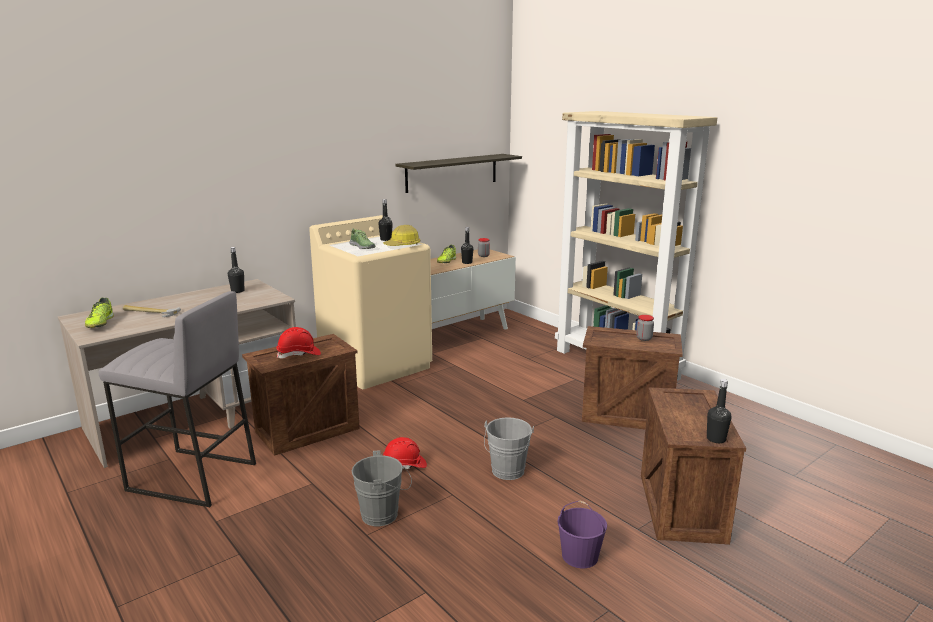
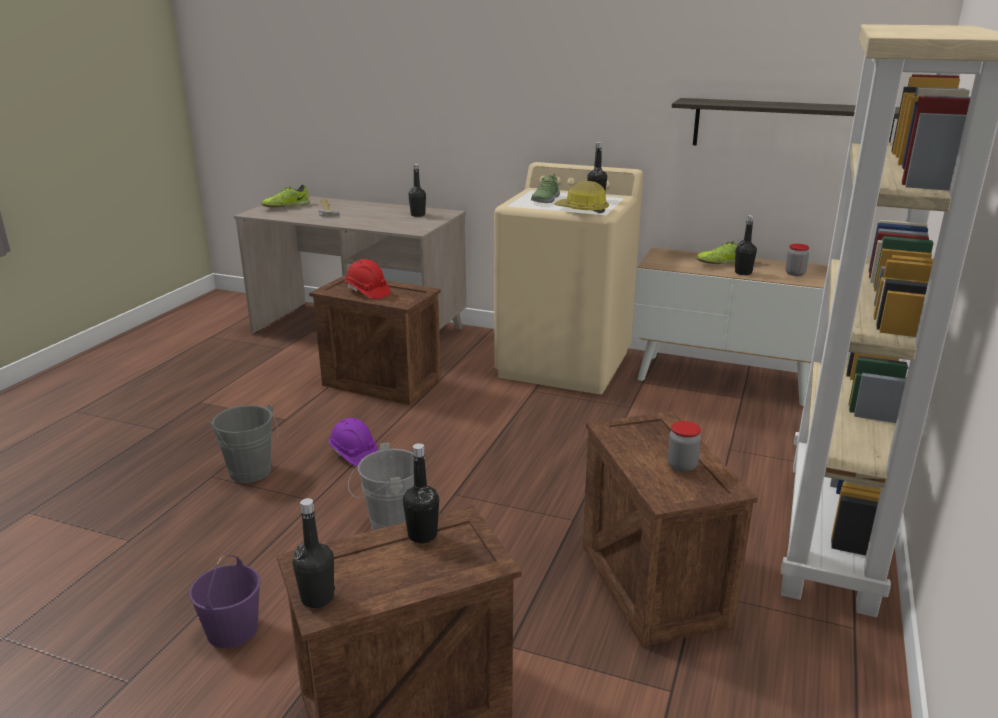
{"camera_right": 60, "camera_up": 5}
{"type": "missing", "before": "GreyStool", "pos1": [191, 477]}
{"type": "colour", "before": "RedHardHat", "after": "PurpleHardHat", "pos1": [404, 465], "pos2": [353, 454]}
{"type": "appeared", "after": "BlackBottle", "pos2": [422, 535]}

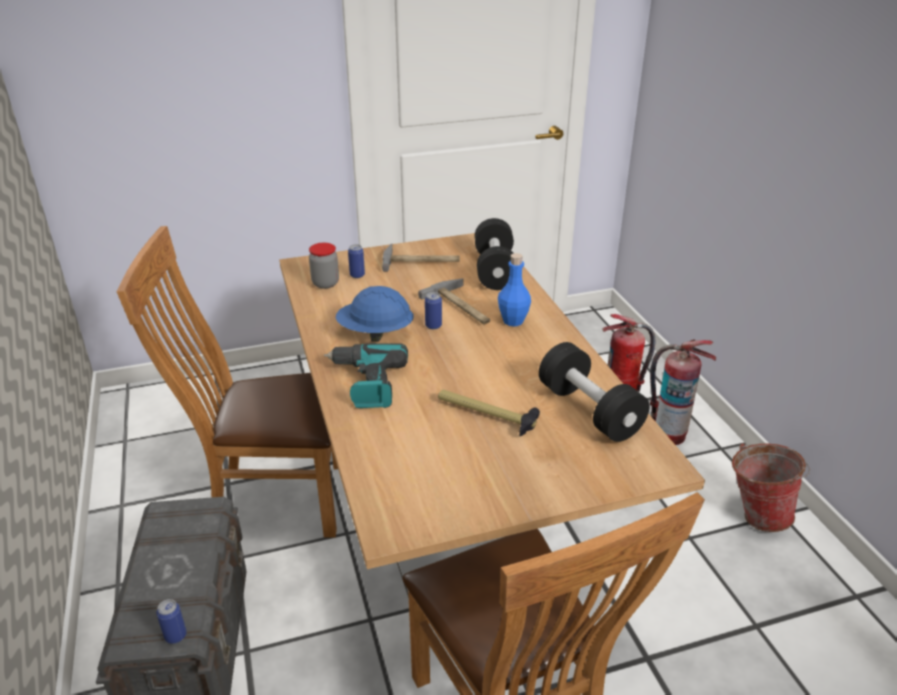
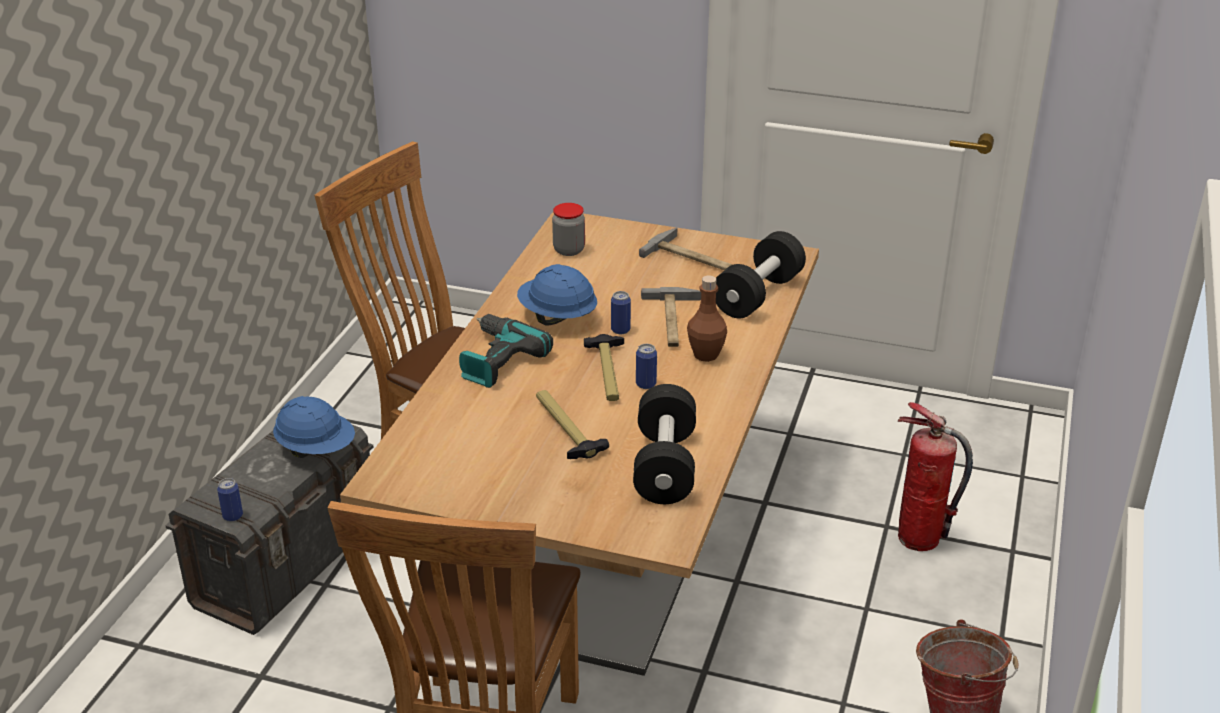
{"camera_right": 35, "camera_up": 0}
{"type": "relocated", "before": "Can", "pos1": [357, 275], "pos2": [646, 384]}
{"type": "colour", "before": "BlueBottle", "after": "BrownBottle", "pos1": [513, 321], "pos2": [705, 354]}
{"type": "missing", "before": "FireExtinguisher", "pos1": [669, 434]}
{"type": "appeared", "after": "Hammer", "pos2": [608, 373]}
{"type": "appeared", "after": "BlueHardHat", "pos2": [316, 449]}

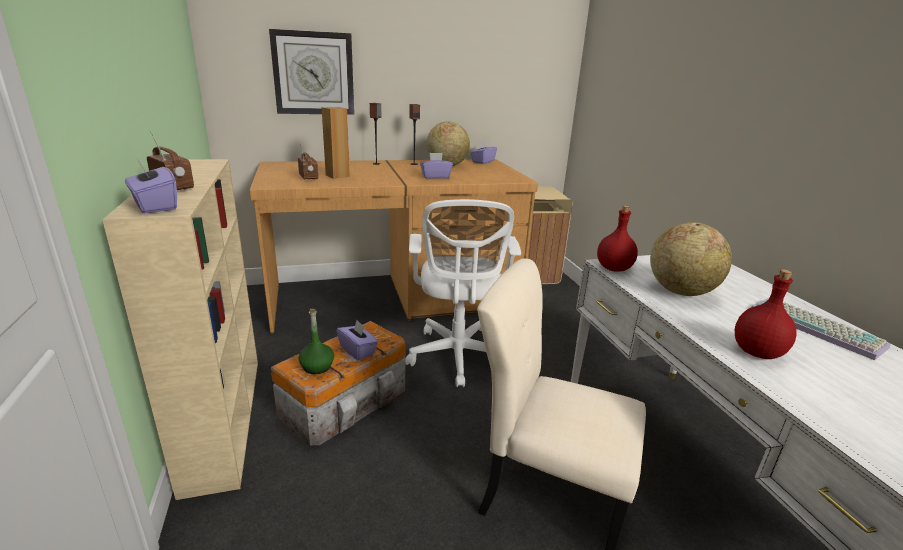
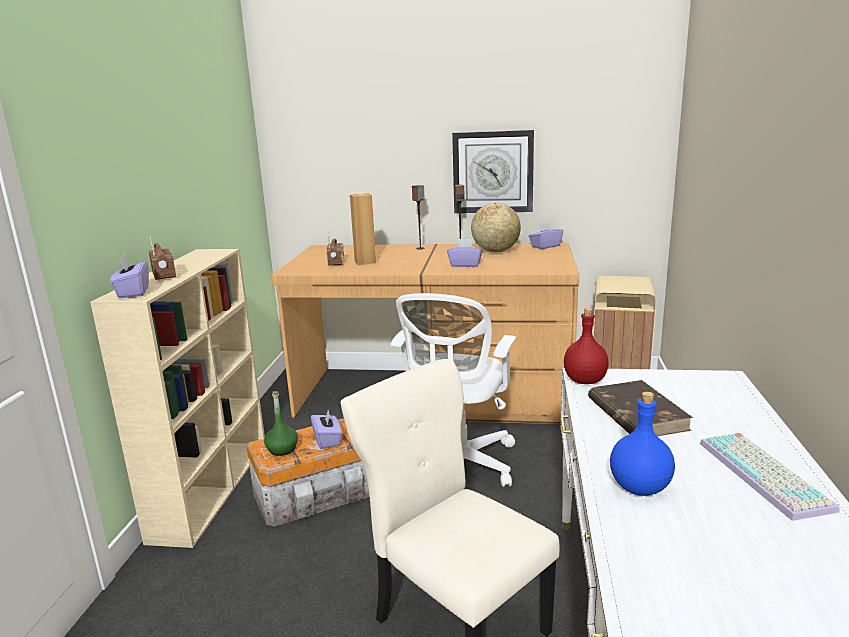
{"camera_right": 25, "camera_up": -5}
{"type": "relocated", "before": "WallClock", "pos1": [313, 73], "pos2": [493, 172]}
{"type": "exchanged", "before": "Globe", "after": "BrownBook", "pos1": [681, 291], "pos2": [636, 414]}
{"type": "colour", "before": "RedBottle", "after": "BlueBottle", "pos1": [757, 352], "pos2": [641, 487]}

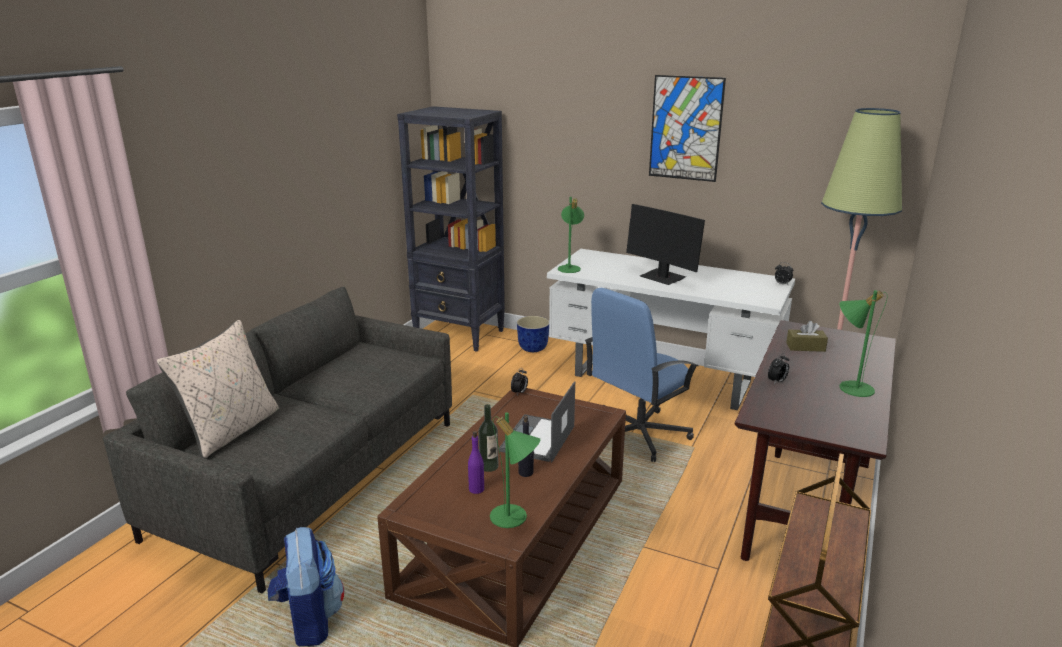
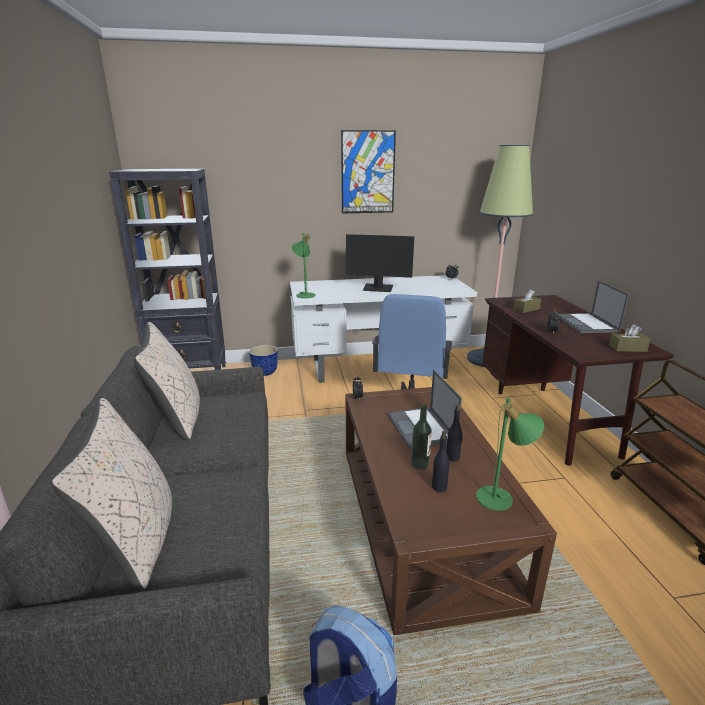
{"camera_right": -35, "camera_up": 0}
{"type": "exchanged", "before": "GreenTableLamp", "after": "Laptop", "pos1": [850, 386], "pos2": [587, 324]}
{"type": "colour", "before": "PurpleBottle", "after": "BlackBottle", "pos1": [476, 489], "pos2": [439, 487]}
{"type": "appeared", "after": "BeigePillow", "pos2": [177, 418]}
{"type": "appeared", "after": "BrownTissueBox", "pos2": [627, 348]}

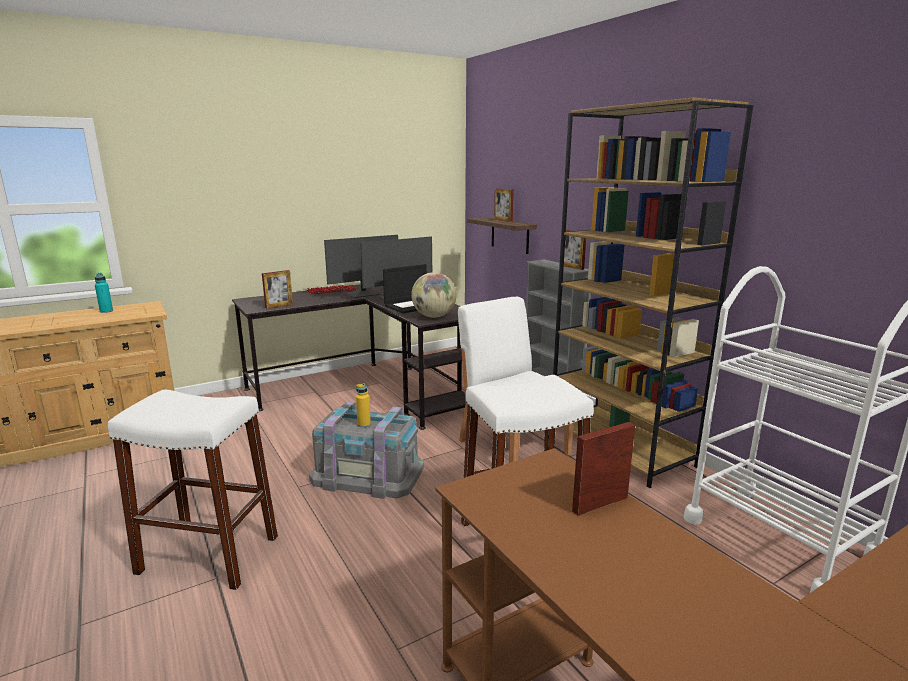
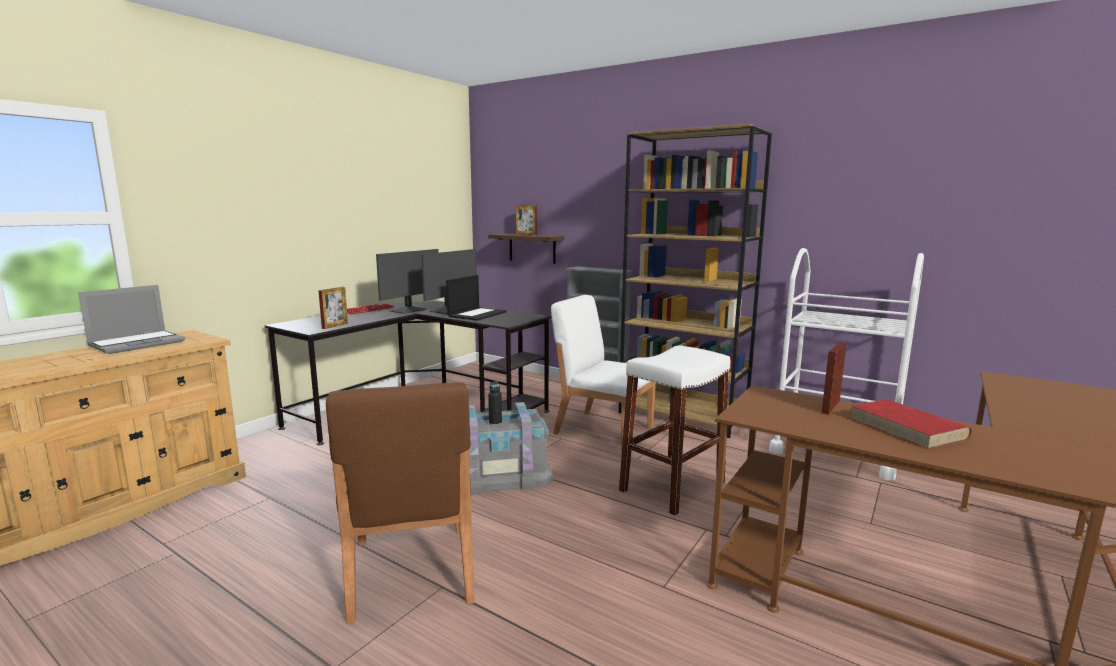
{"camera_right": -25, "camera_up": -5}
{"type": "missing", "before": "PictureFrame", "pos1": [571, 267]}
{"type": "missing", "before": "Globe", "pos1": [434, 316]}
{"type": "exchanged", "before": "TurquoiseBottle", "after": "Laptop", "pos1": [106, 311], "pos2": [138, 343]}
{"type": "colour", "before": "YellowBottle", "after": "BlackBottle", "pos1": [364, 424], "pos2": [495, 423]}
{"type": "exchanged", "before": "WhiteStool", "after": "BrownChair", "pos1": [208, 554], "pos2": [410, 572]}
{"type": "appeared", "after": "RedBook", "pos2": [907, 428]}

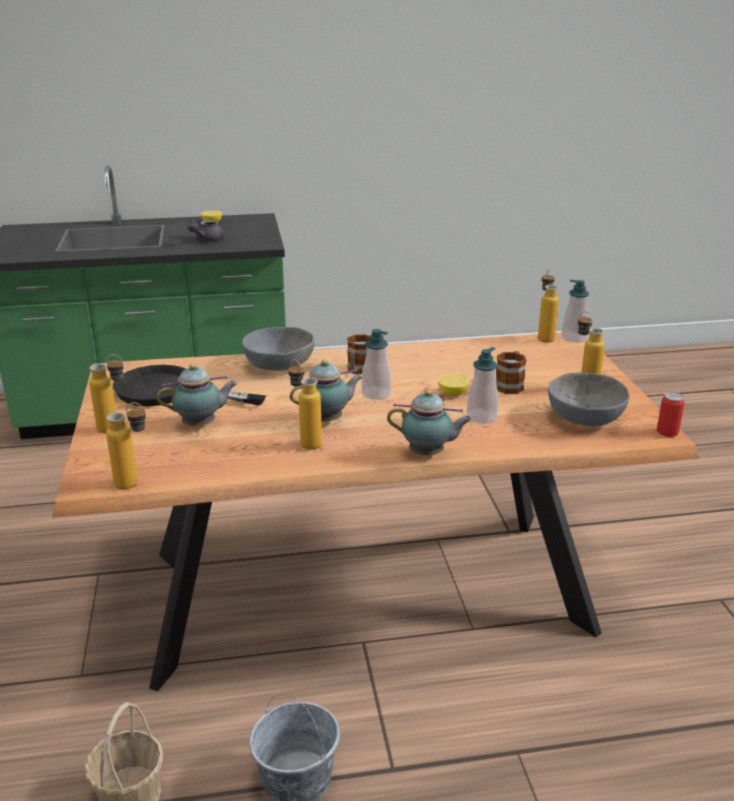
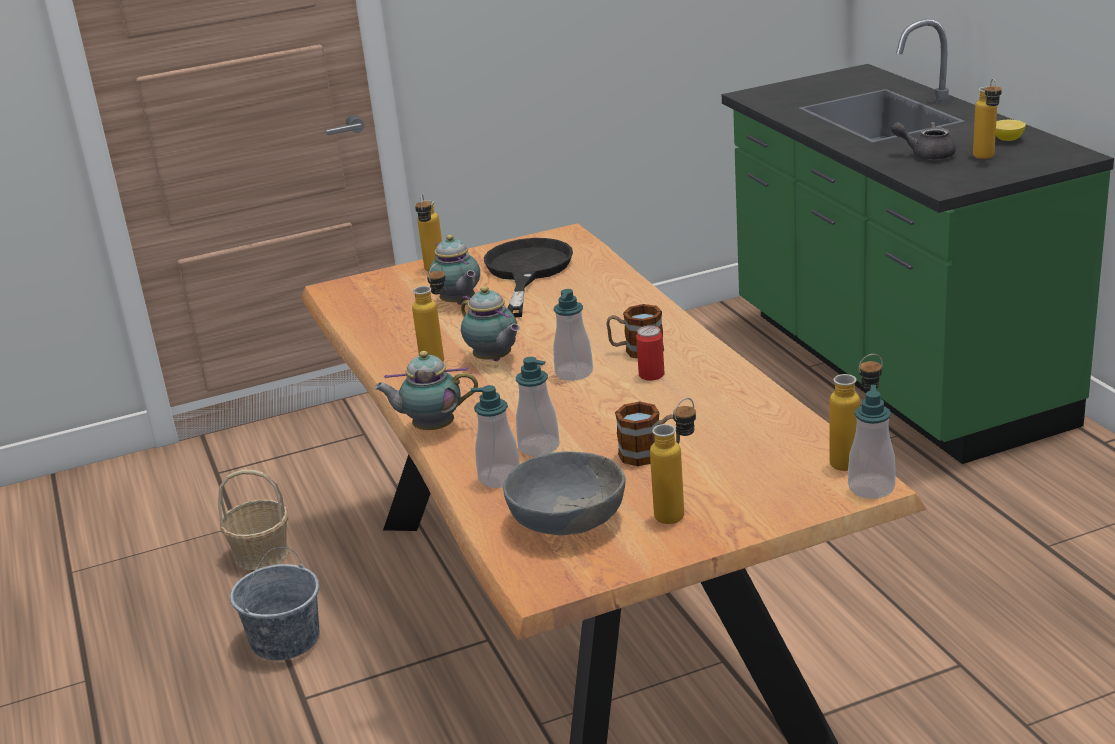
{"camera_right": 80, "camera_up": 0}
{"type": "missing", "before": "GreyBowl", "pos1": [278, 365]}
{"type": "missing", "before": "Lemon", "pos1": [452, 393]}
{"type": "spun", "before": "Teapot", "pos1": [428, 454], "pos2": [431, 428], "turn": 90}
{"type": "relocated", "before": "Can", "pos1": [667, 432], "pos2": [651, 375]}
{"type": "relocated", "before": "Bottle", "pos1": [135, 485], "pos2": [986, 159]}
{"type": "appeared", "after": "SoapDispenser", "pos2": [499, 478]}

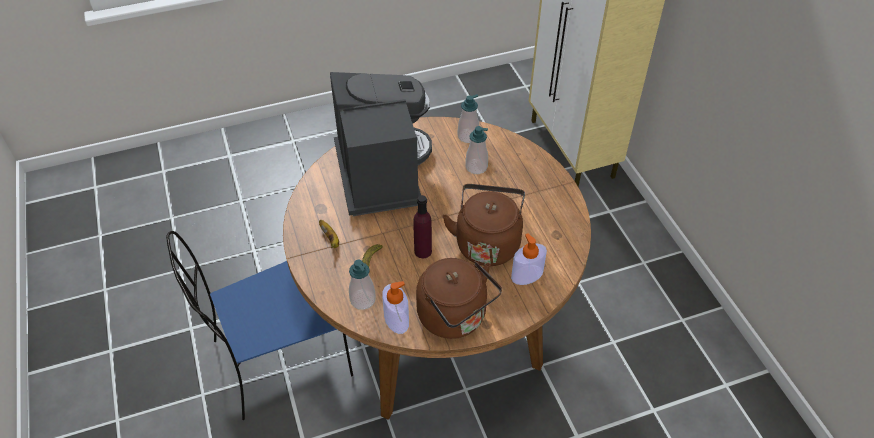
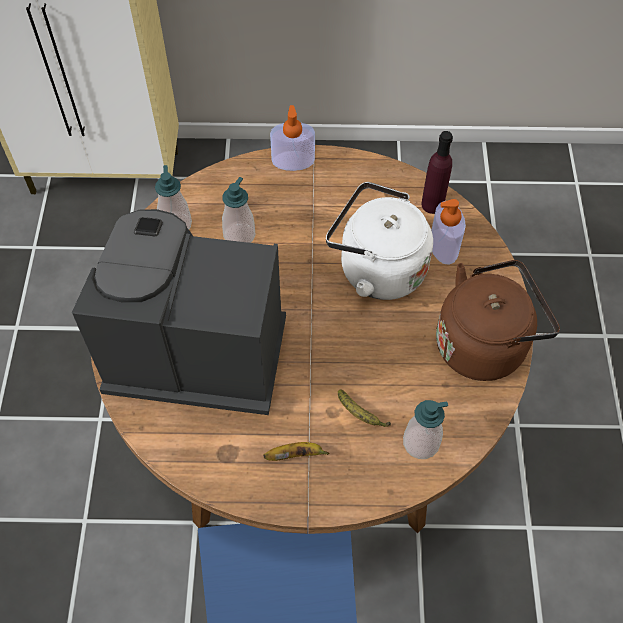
{"camera_right": -70, "camera_up": 10}
{"type": "colour", "before": "BrownKettle", "after": "WhiteKettle", "pos1": [487, 242], "pos2": [376, 269]}
{"type": "relocated", "before": "PurpleBottle", "pos1": [423, 251], "pos2": [432, 204]}
{"type": "relocated", "before": "SoapDispenser", "pos1": [396, 319], "pos2": [293, 161]}

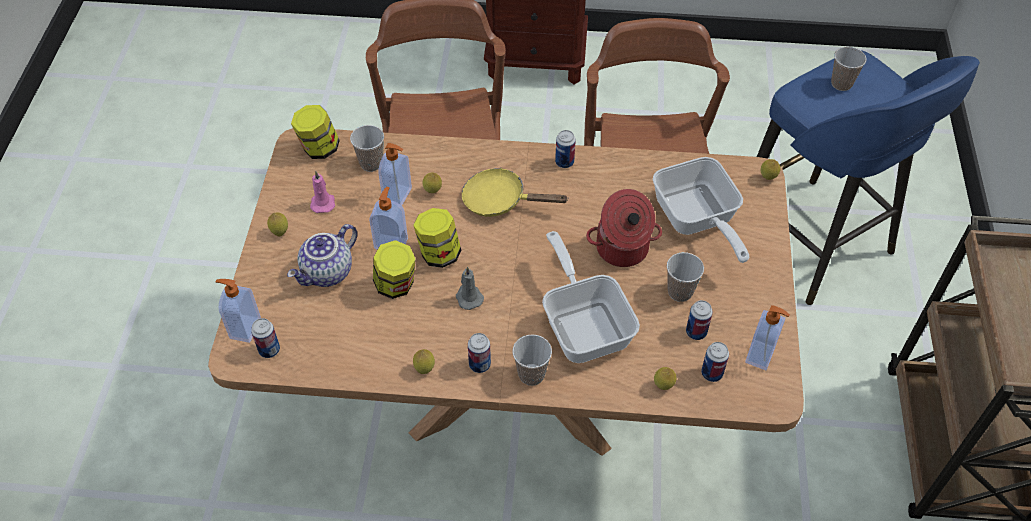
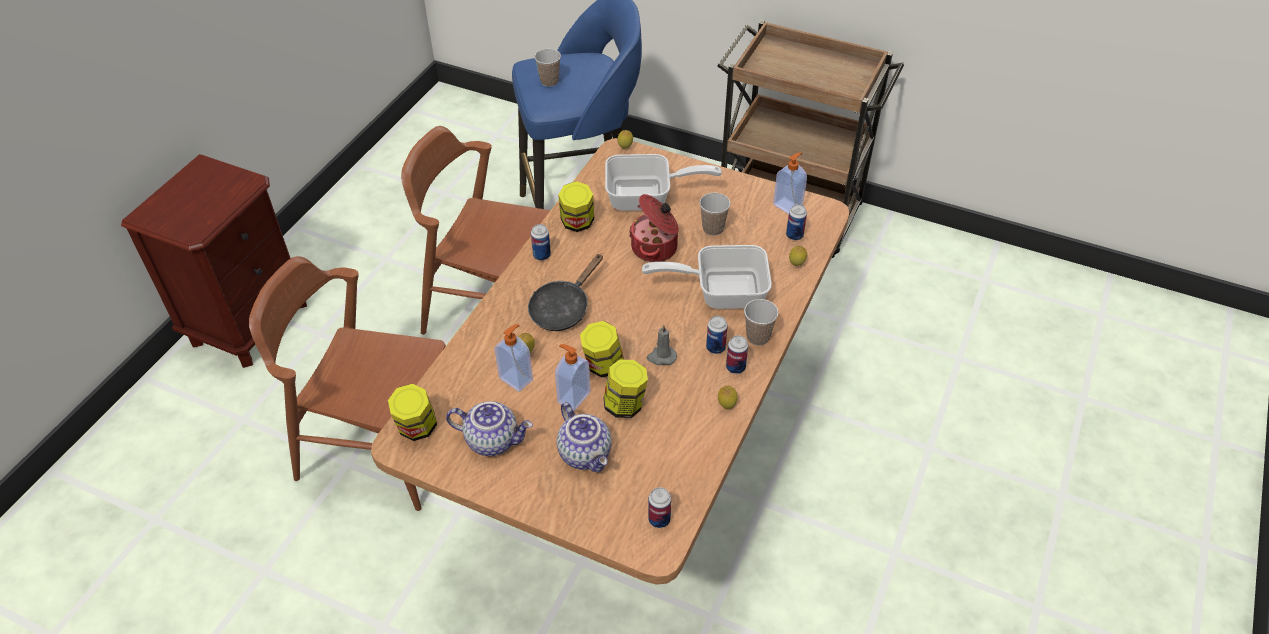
{"camera_right": -70, "camera_up": -5}
{"type": "missing", "before": "Cup", "pos1": [371, 163]}
{"type": "colour", "before": "YellowFryingPan", "after": "BlackFryingPan", "pos1": [500, 201], "pos2": [563, 308]}
{"type": "exchanged", "before": "PinkCandle", "after": "Teapot", "pos1": [323, 202], "pos2": [493, 440]}
{"type": "missing", "before": "Lemon", "pos1": [280, 232]}
{"type": "missing", "before": "SoapDispenser", "pos1": [244, 328]}
{"type": "relocated", "before": "Can", "pos1": [696, 332], "pos2": [715, 348]}
{"type": "appeared", "after": "Jar", "pos2": [577, 223]}

